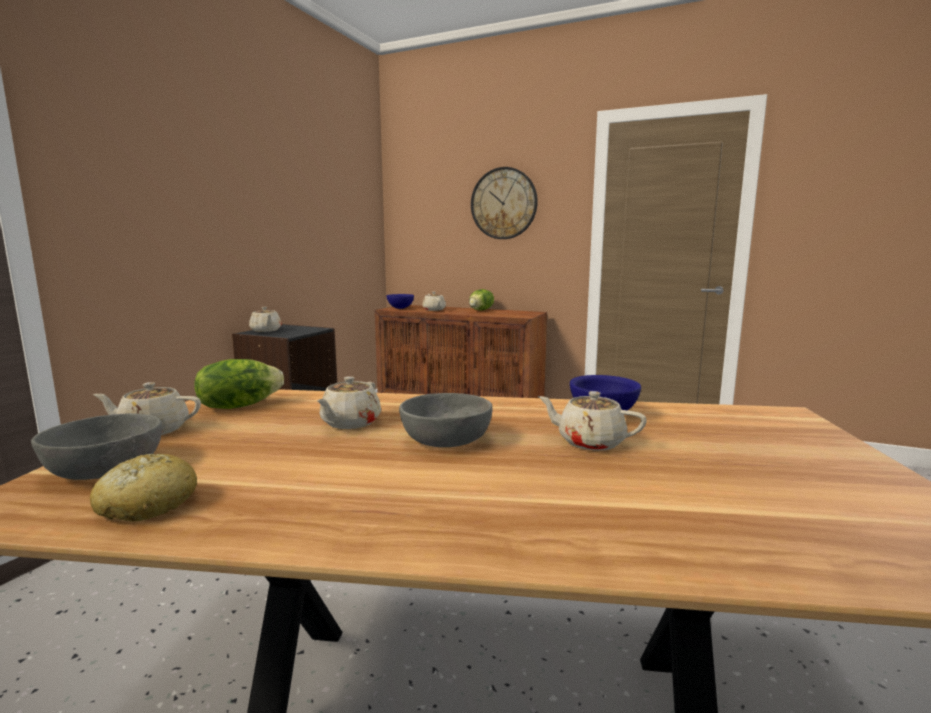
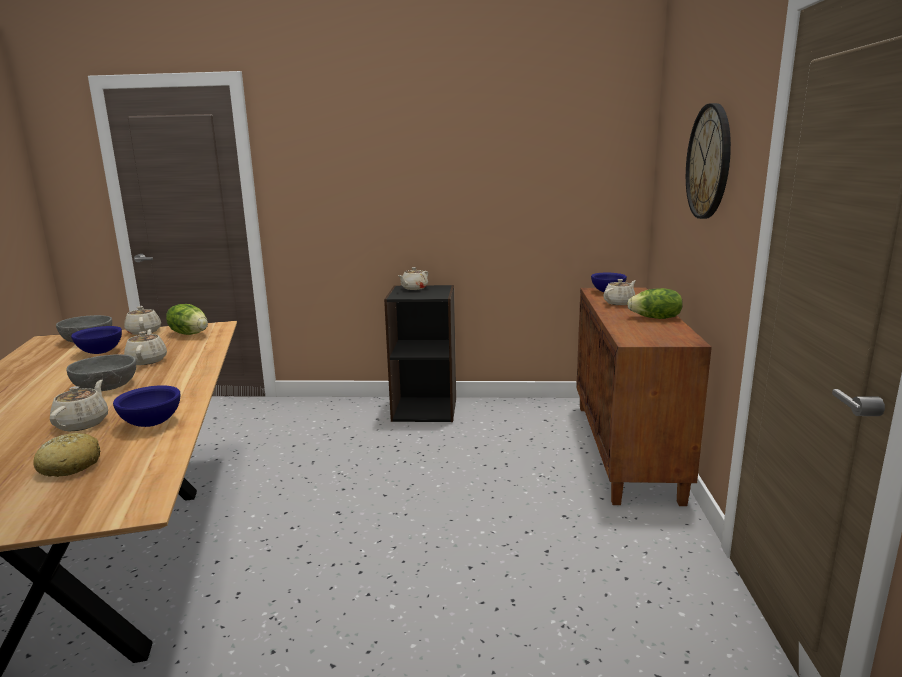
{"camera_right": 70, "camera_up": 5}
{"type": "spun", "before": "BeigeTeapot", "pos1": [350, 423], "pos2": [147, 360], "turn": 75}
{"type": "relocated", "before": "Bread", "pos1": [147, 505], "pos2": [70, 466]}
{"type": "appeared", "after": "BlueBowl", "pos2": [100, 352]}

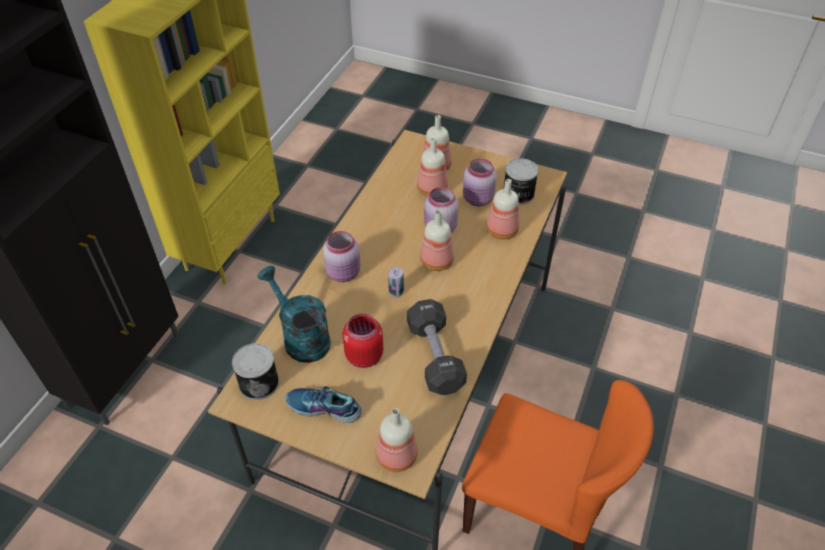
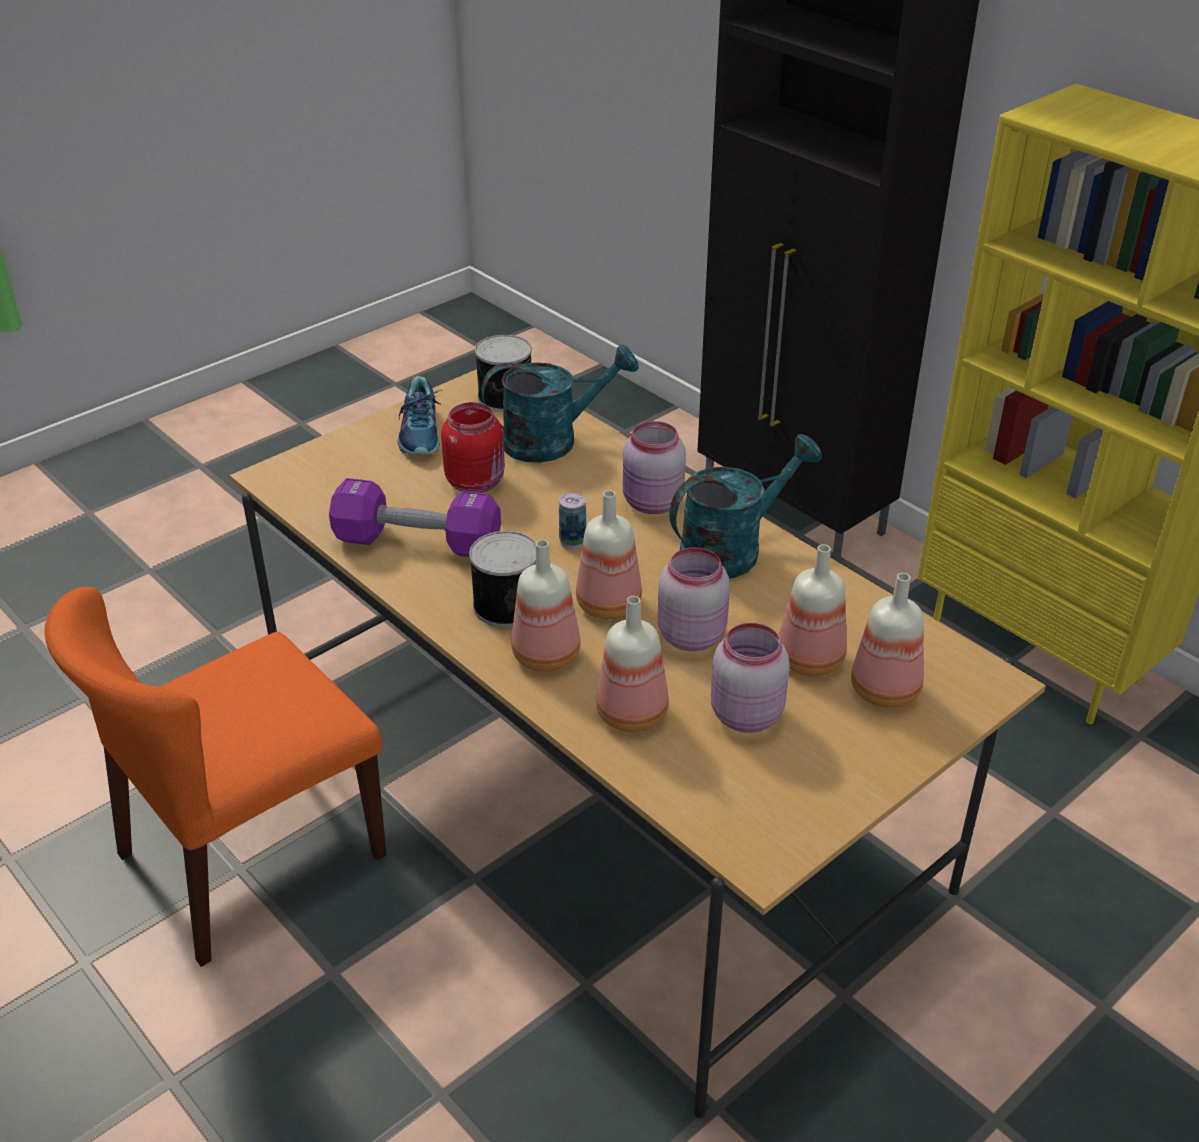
{"camera_right": 115, "camera_up": -10}
{"type": "relocated", "before": "Can", "pos1": [518, 194], "pos2": [505, 604]}
{"type": "colour", "before": "BlackDumbbell", "after": "PurpleDumbbell", "pos1": [435, 356], "pos2": [417, 543]}
{"type": "spun", "before": "Shoe", "pos1": [323, 409], "pos2": [421, 433], "turn": 135}
{"type": "relocated", "before": "Bottle", "pos1": [395, 455], "pos2": [548, 654]}
{"type": "appeared", "after": "TurquoiseWateringCan", "pos2": [732, 549]}

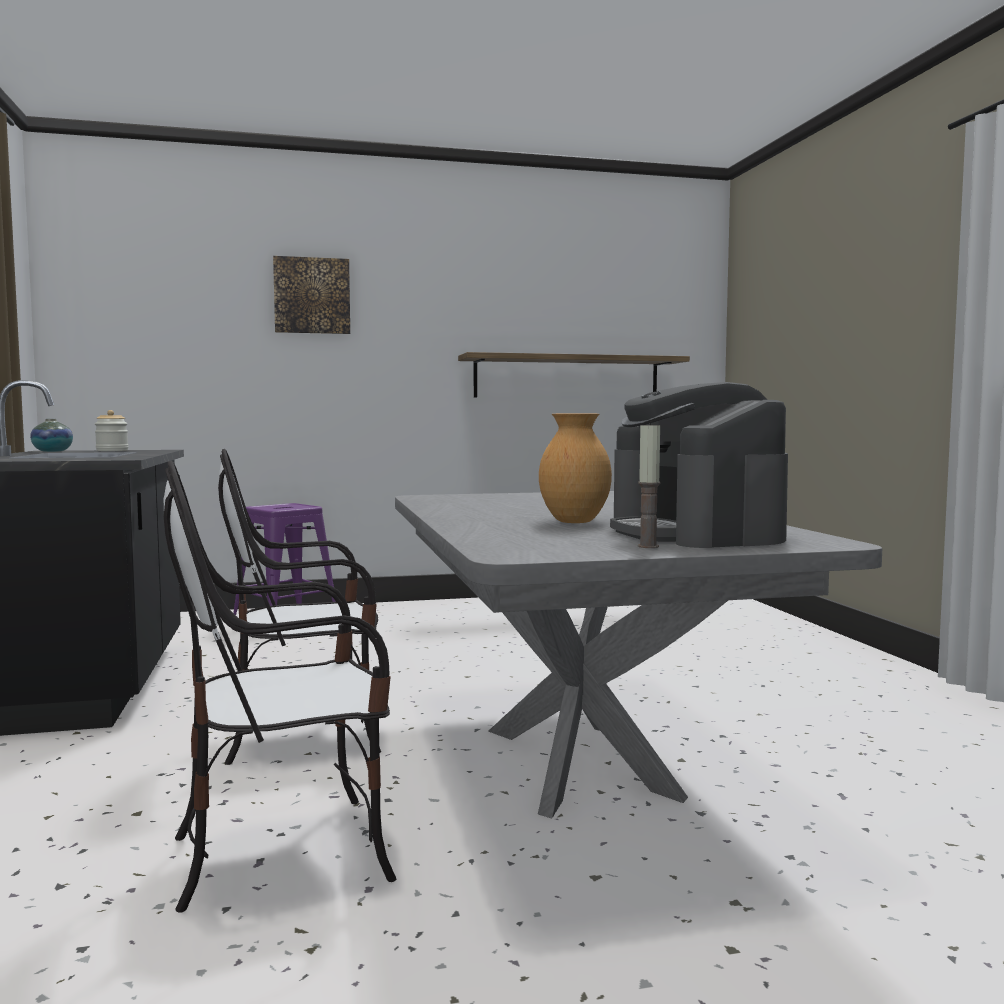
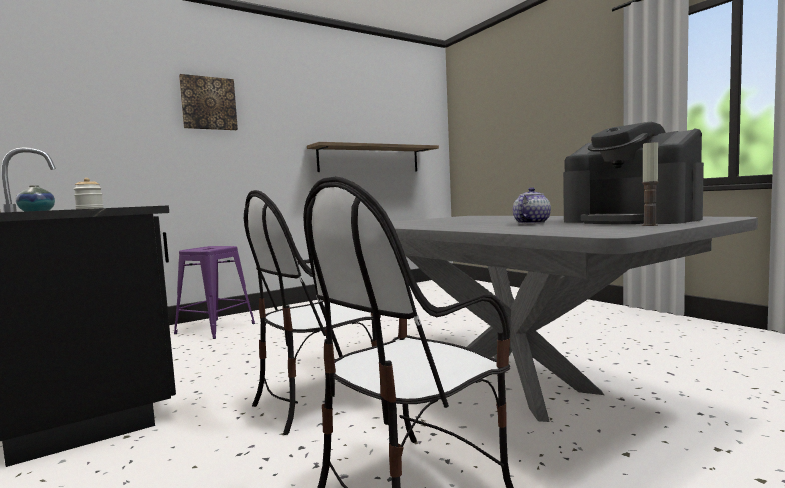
{"camera_right": -20, "camera_up": 0}
{"type": "exchanged", "before": "BrownVase", "after": "Teapot", "pos1": [574, 522], "pos2": [531, 223]}

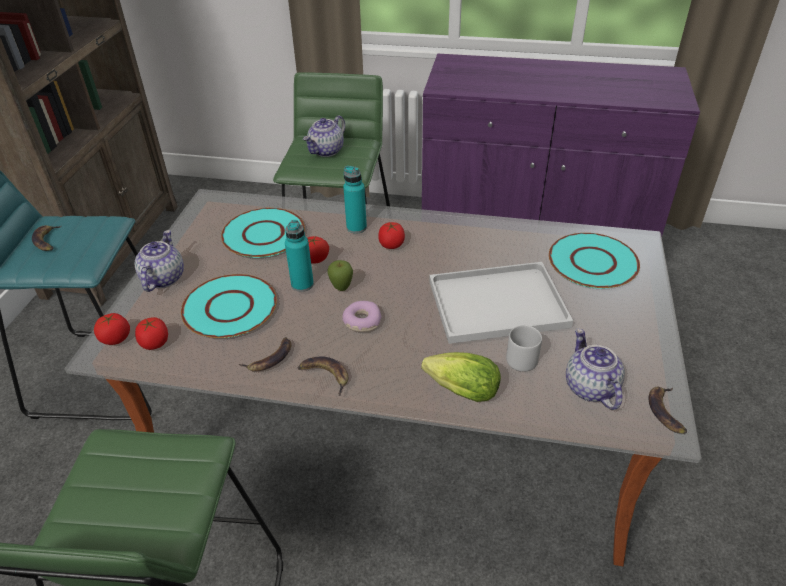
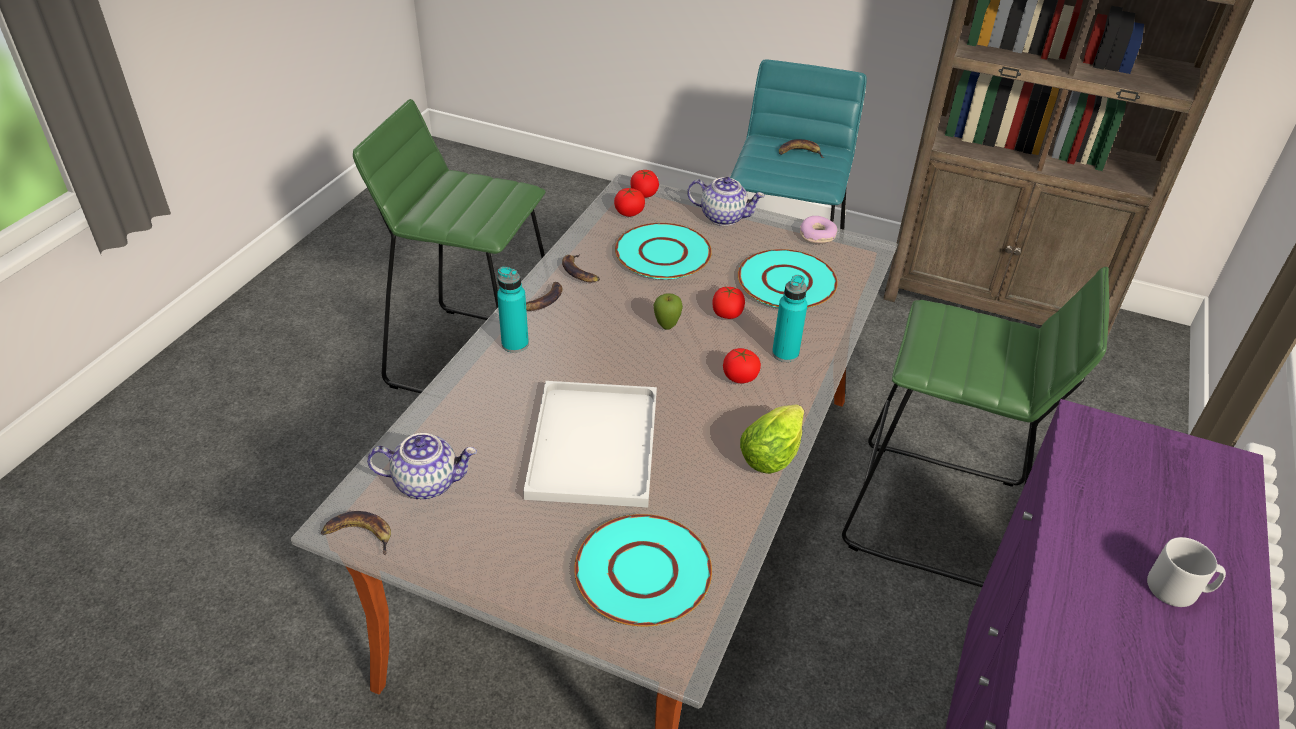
{"camera_right": 100, "camera_up": 0}
{"type": "missing", "before": "Teapot", "pos1": [326, 151]}
{"type": "relocated", "before": "TurquoiseBottle", "pos1": [302, 284], "pos2": [515, 344]}
{"type": "relocated", "before": "Donut", "pos1": [362, 321], "pos2": [817, 235]}
{"type": "relocated", "before": "GreyMug", "pos1": [521, 357], "pos2": [1178, 590]}
{"type": "relocated", "before": "Lettuce", "pos1": [458, 390], "pos2": [774, 452]}

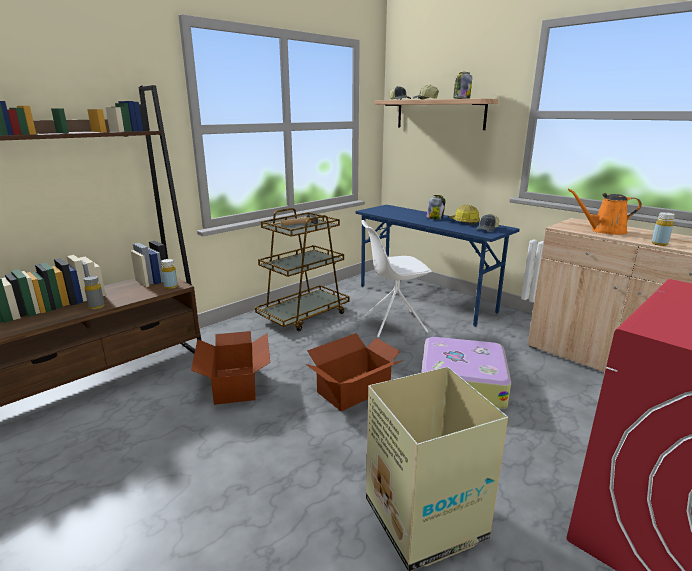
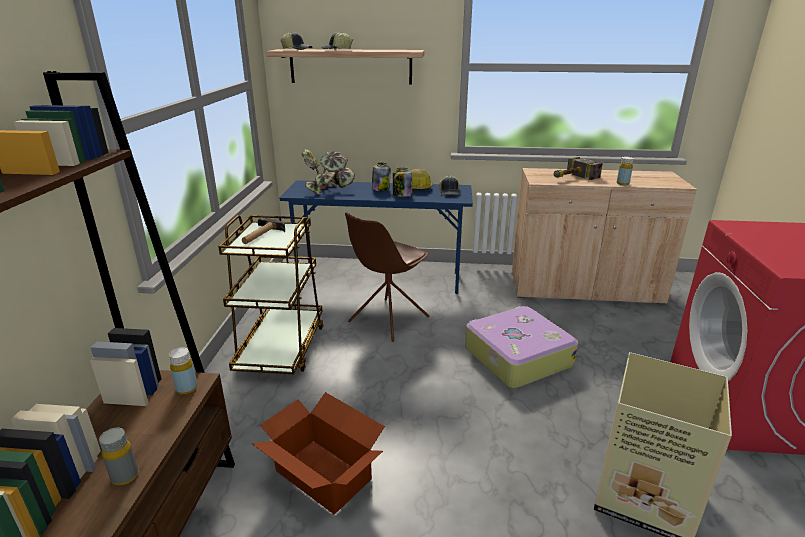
{"camera_right": -40, "camera_up": 5}
{"type": "relocated", "before": "Jar", "pos1": [461, 99], "pos2": [402, 195]}
{"type": "exchanged", "before": "OrangeWateringCan", "after": "Hammer", "pos1": [604, 231], "pos2": [570, 178]}
{"type": "colour", "before": "WhiteChair", "after": "BrownChair", "pos1": [393, 324], "pos2": [387, 320]}
{"type": "missing", "before": "CardboardBox", "pos1": [355, 390]}
{"type": "appeared", "after": "PottedPlant", "pos2": [328, 189]}

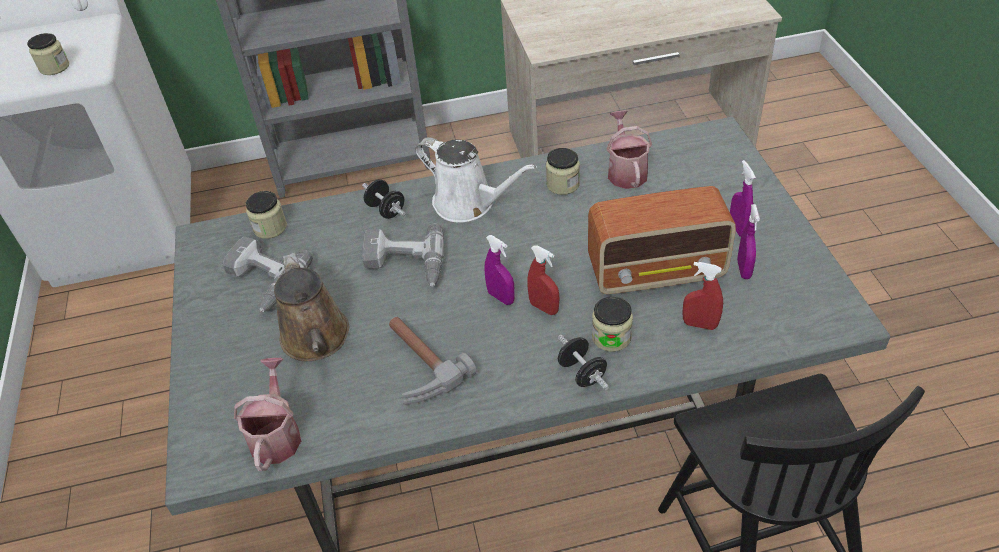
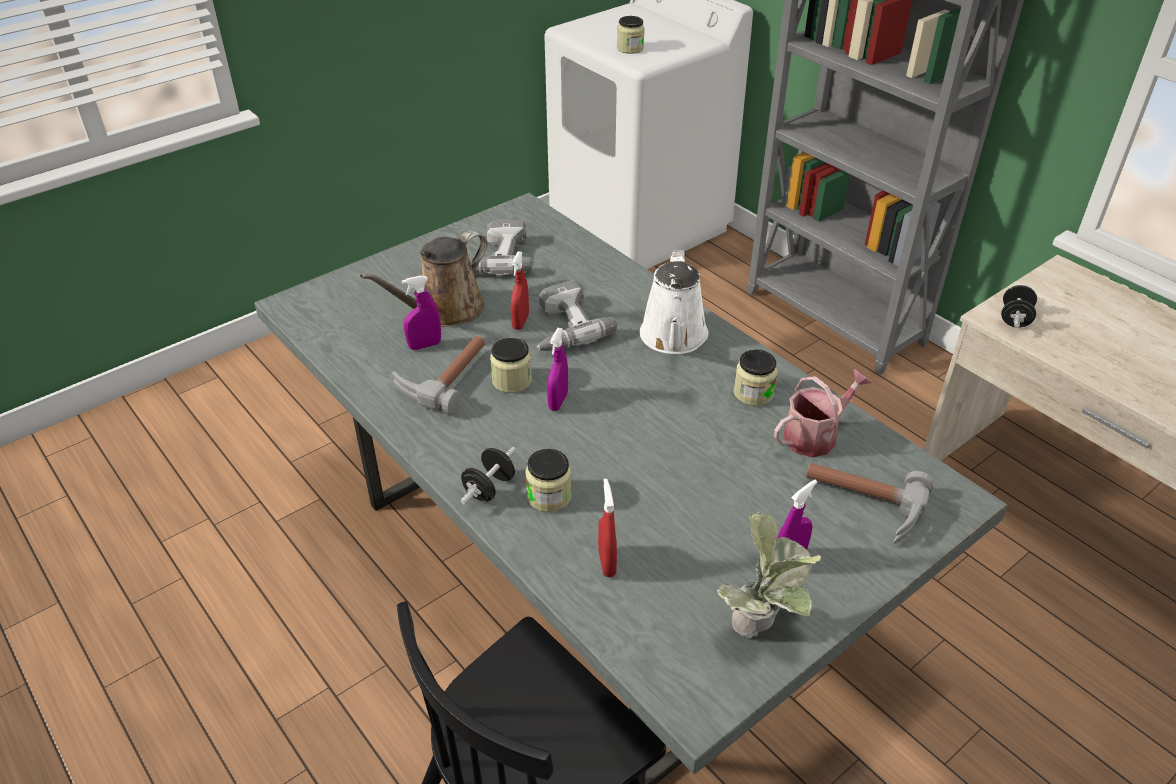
{"camera_right": 60, "camera_up": -5}
{"type": "relocated", "before": "BlackDumbbell", "pos1": [386, 210], "pos2": [1014, 319]}
{"type": "missing", "before": "Radio", "pos1": [658, 271]}
{"type": "relocated", "before": "Jar", "pos1": [270, 227], "pos2": [512, 381]}
{"type": "relocated", "before": "PurpleSprayBottle", "pos1": [744, 269], "pos2": [425, 345]}
{"type": "relocated", "before": "RedSprayBottle", "pos1": [544, 308], "pos2": [520, 322]}
{"type": "missing", "before": "WateringCan", "pos1": [276, 434]}
{"type": "appeared", "after": "Hammer", "pos2": [862, 506]}
{"type": "appeared", "after": "PottedPlant", "pos2": [761, 628]}

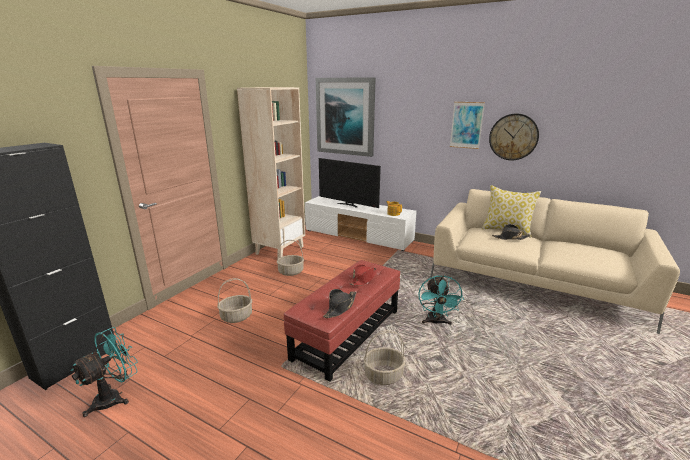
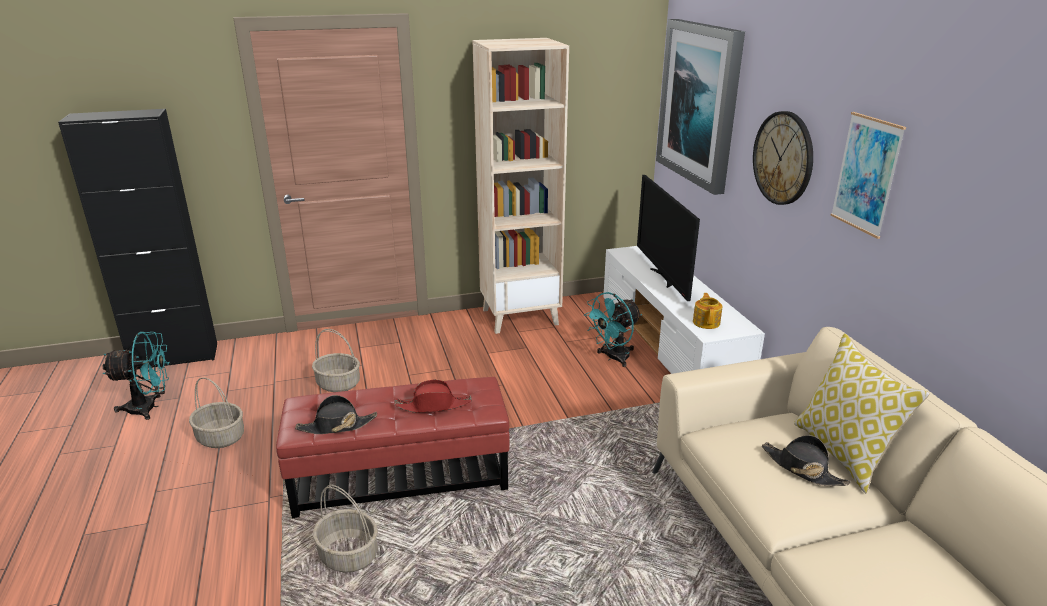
{"camera_right": 45, "camera_up": 5}
{"type": "relocated", "before": "WallClock", "pos1": [513, 137], "pos2": [783, 158]}
{"type": "relocated", "before": "Basket", "pos1": [290, 272], "pos2": [220, 437]}
{"type": "relocated", "before": "TurquoiseFan", "pos1": [436, 322], "pos2": [613, 358]}

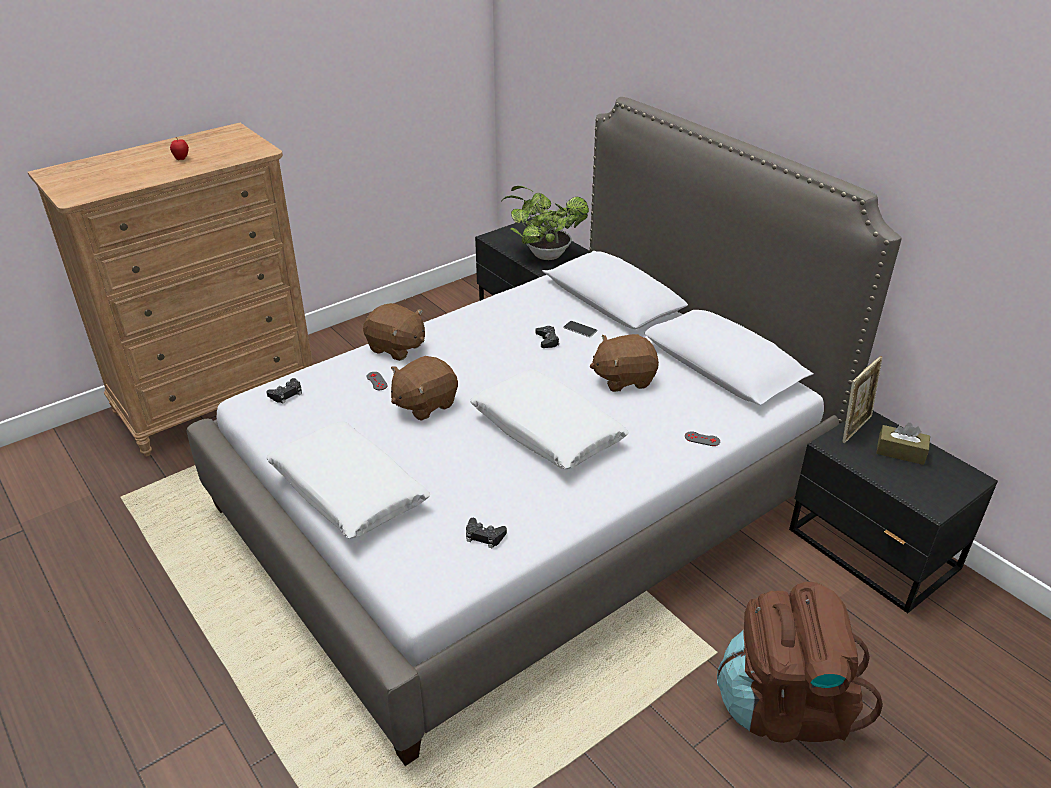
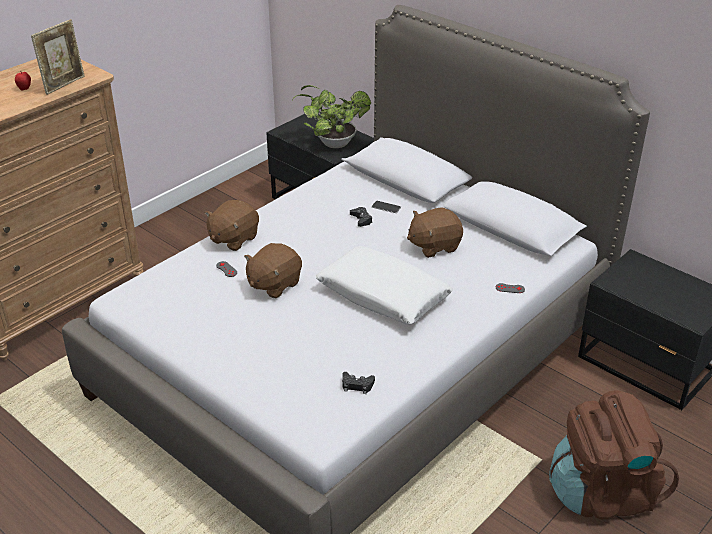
{"camera_right": -10, "camera_up": 0}
{"type": "spun", "before": "BrownPlushToy", "pos1": [396, 348], "pos2": [233, 239], "turn": 105}
{"type": "relocated", "before": "PictureFrame", "pos1": [854, 427], "pos2": [64, 84]}
{"type": "missing", "before": "BlackGameController", "pos1": [286, 394]}
{"type": "missing", "before": "WhitePillow", "pos1": [348, 491]}
{"type": "missing", "before": "BrownTissueBox", "pos1": [900, 452]}

